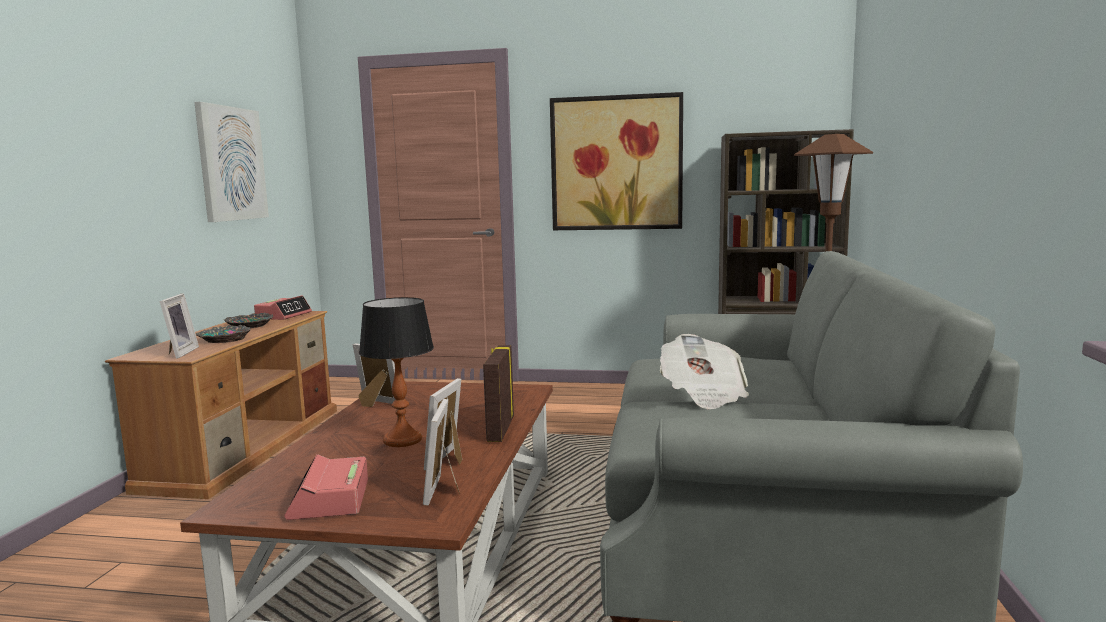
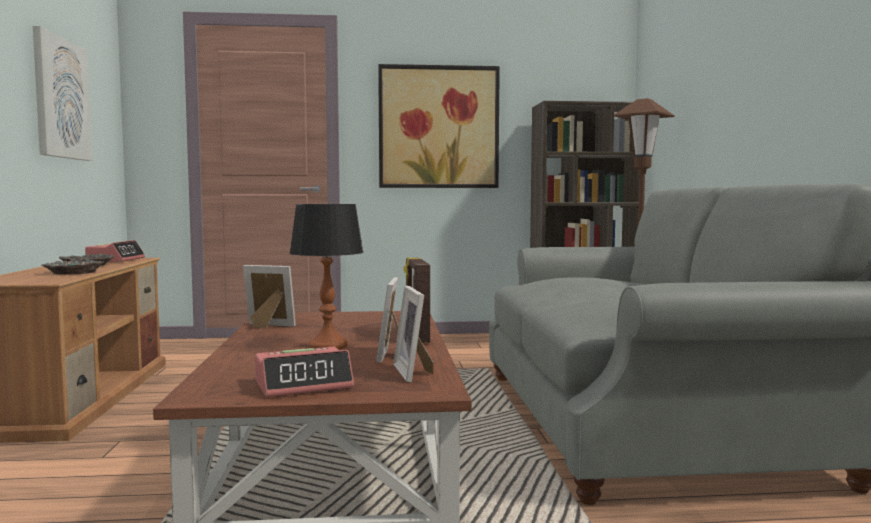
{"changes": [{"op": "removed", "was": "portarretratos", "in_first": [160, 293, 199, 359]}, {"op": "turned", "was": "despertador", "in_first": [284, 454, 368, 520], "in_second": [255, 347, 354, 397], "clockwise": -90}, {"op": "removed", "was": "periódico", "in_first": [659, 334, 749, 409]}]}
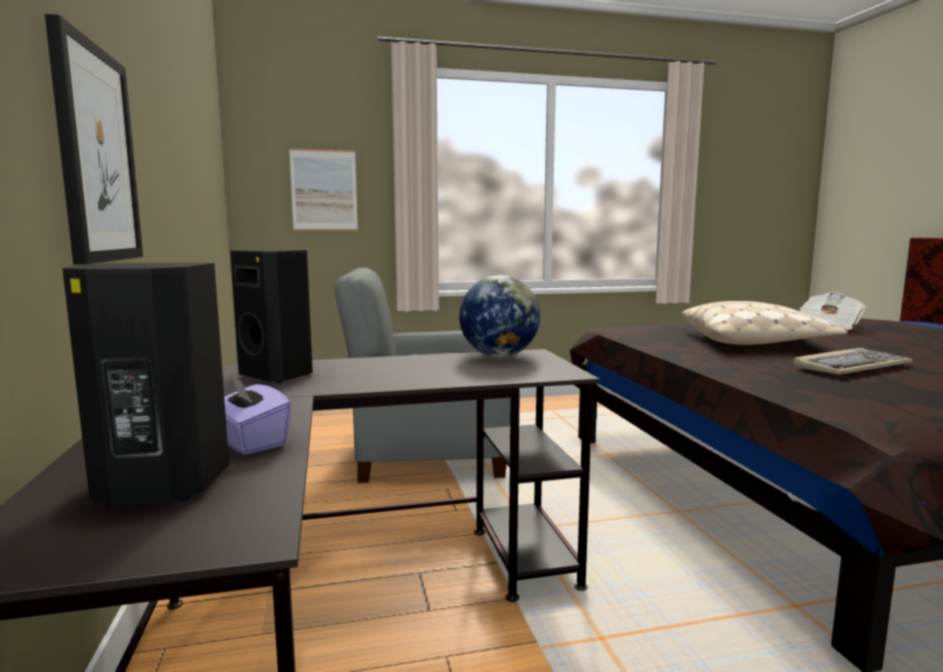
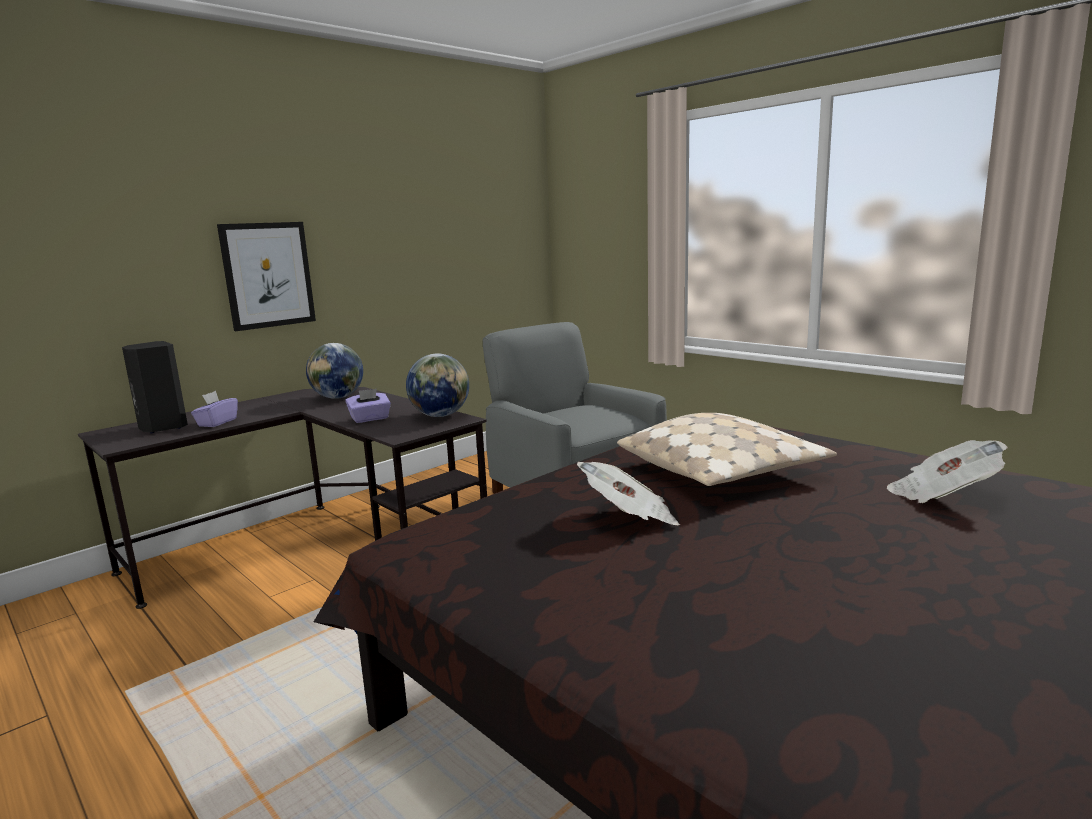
{"changes": [{"op": "replaced", "was": "altavoz/negro", "now": "globo terráqueo", "in_first": [230, 249, 313, 383], "in_second": [306, 343, 363, 399]}, {"op": "removed", "was": "cuadro", "in_first": [289, 148, 358, 231]}, {"op": "replaced", "was": "teclado", "now": "periódico", "in_first": [793, 348, 912, 375], "in_second": [577, 462, 680, 525]}, {"op": "added", "now": "caja de pañuelos/morado", "in_second": [345, 389, 391, 423]}]}
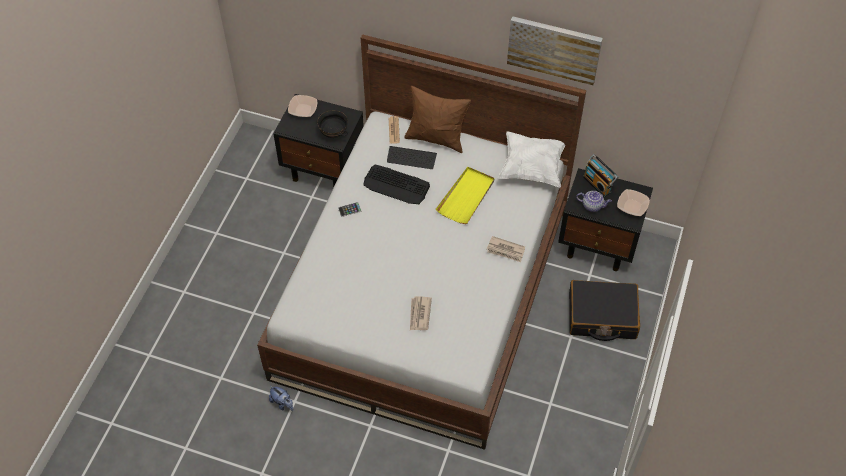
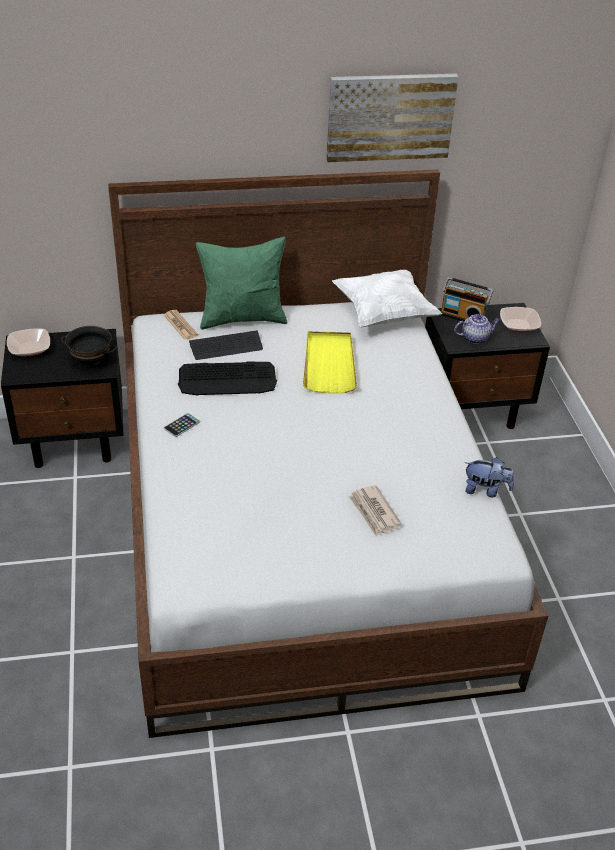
{"changes": [{"op": "moved", "was": "peluche", "in_first": [269, 386, 293, 411], "in_second": [464, 457, 514, 497]}, {"op": "recoloured", "was": "cojín/marrón", "now": "cojín/verde", "in_first": [404, 86, 471, 153], "in_second": [196, 236, 287, 330]}, {"op": "removed", "was": "periódico", "in_first": [487, 236, 525, 262]}, {"op": "removed", "was": "maleta/negro", "in_first": [569, 280, 640, 341]}]}
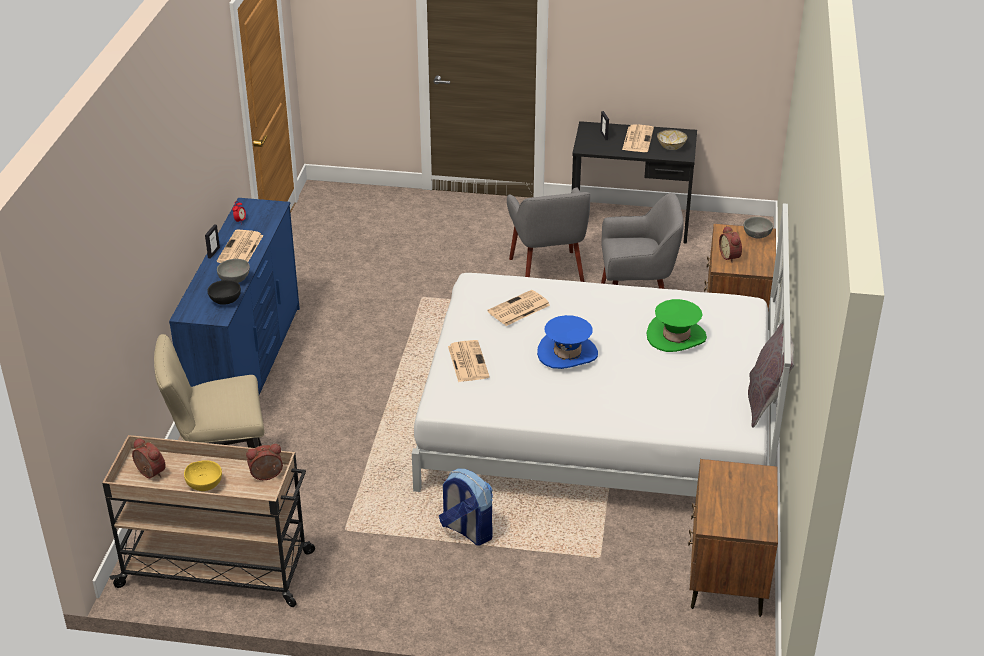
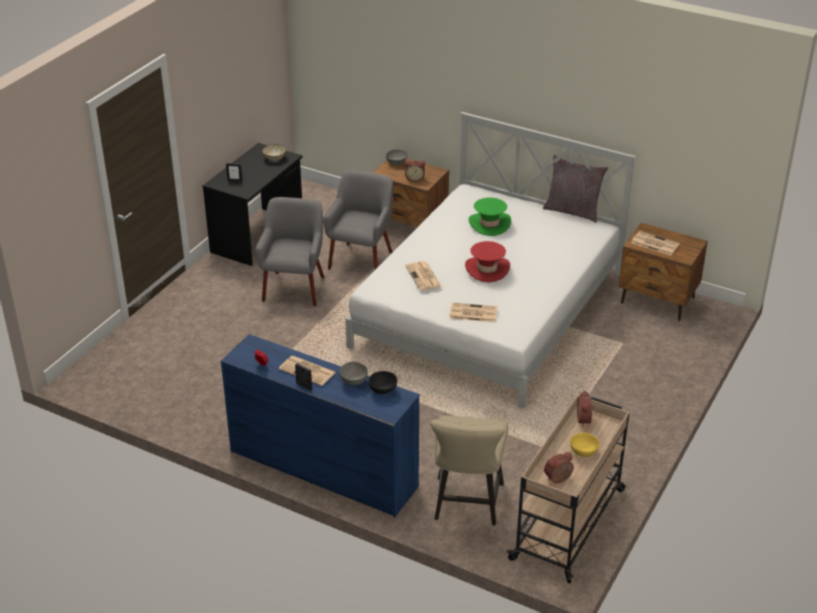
{"changes": [{"op": "removed", "was": "mochila", "in_first": [439, 468, 493, 545]}, {"op": "turned", "was": "sillón/gris", "in_first": [507, 188, 590, 282], "in_second": [255, 197, 324, 306], "clockwise": -90}, {"op": "recoloured", "was": "sombrero/azul", "now": "sombrero/rojo", "in_first": [537, 315, 598, 369], "in_second": [465, 241, 510, 283]}, {"op": "moved", "was": "periódico", "in_first": [622, 124, 654, 152], "in_second": [631, 231, 680, 255]}]}
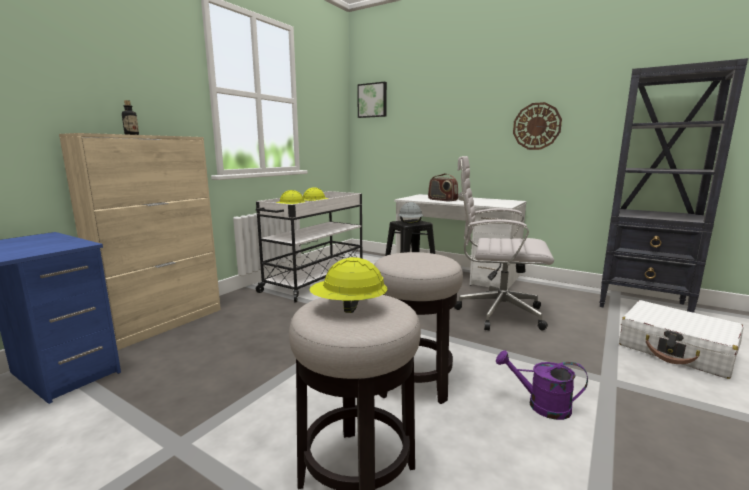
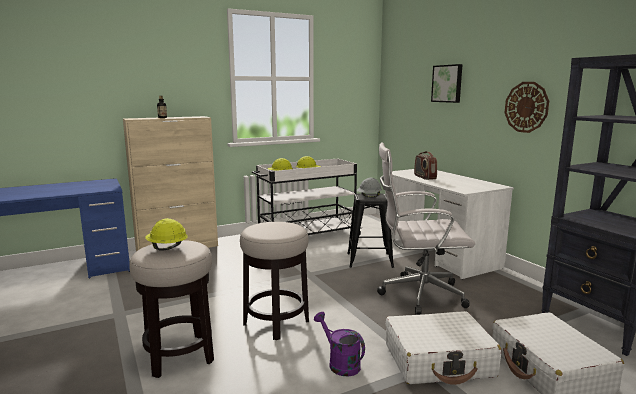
{"changes": [{"op": "moved", "was": "cuadro", "in_first": [357, 82, 387, 118], "in_second": [431, 64, 463, 103]}, {"op": "turned", "was": "silla de oficina/blanco", "in_first": [454, 156, 554, 331], "in_second": [377, 142, 475, 315], "clockwise": -45}, {"op": "added", "now": "maleta/blanco", "in_second": [386, 311, 501, 385]}]}
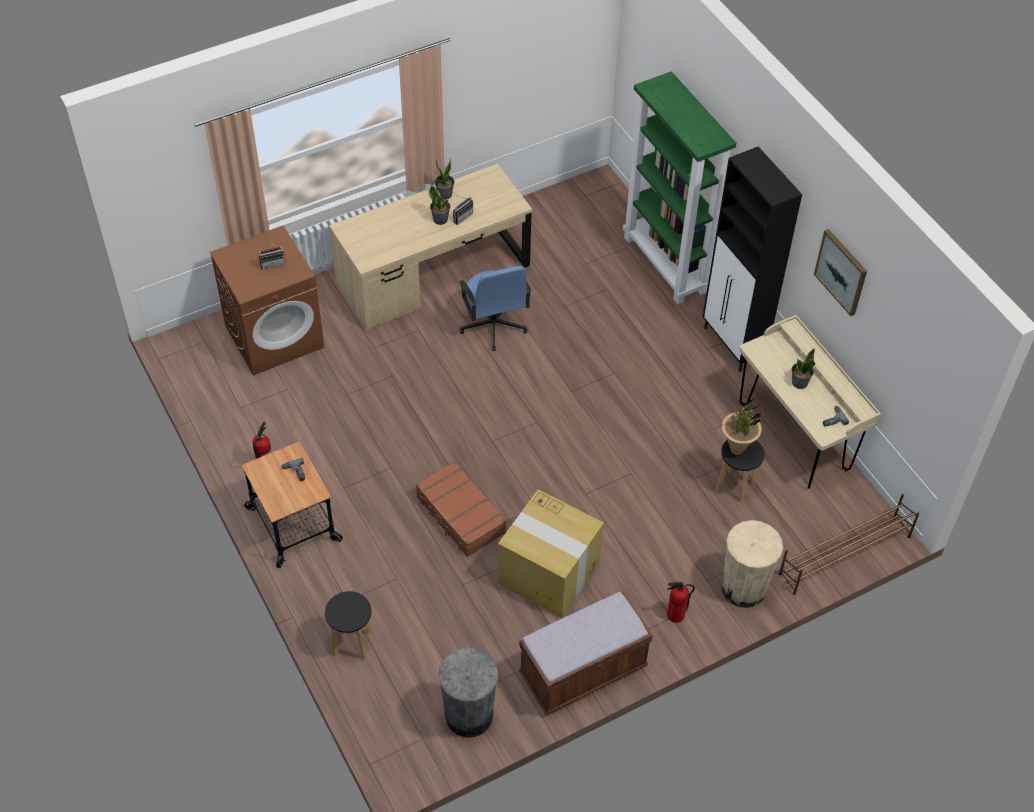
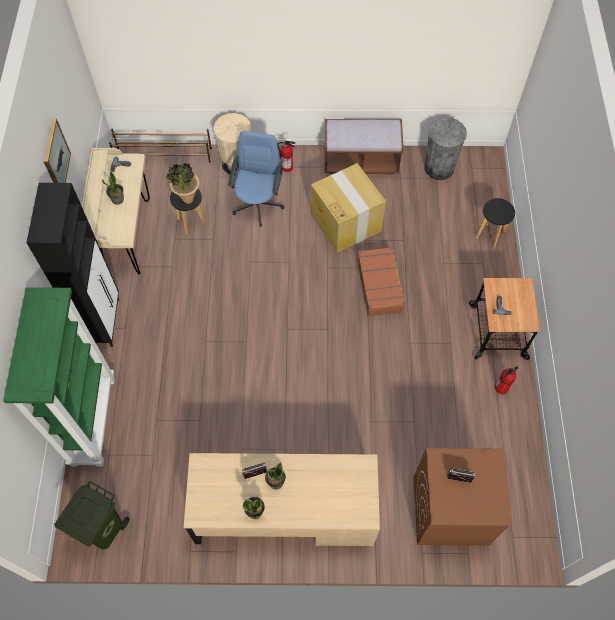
{"changes": [{"op": "moved", "was": "silla de oficina/azul", "in_first": [459, 266, 531, 351], "in_second": [228, 131, 285, 227]}, {"op": "added", "now": "papelera/verde", "in_second": [54, 481, 130, 550]}]}
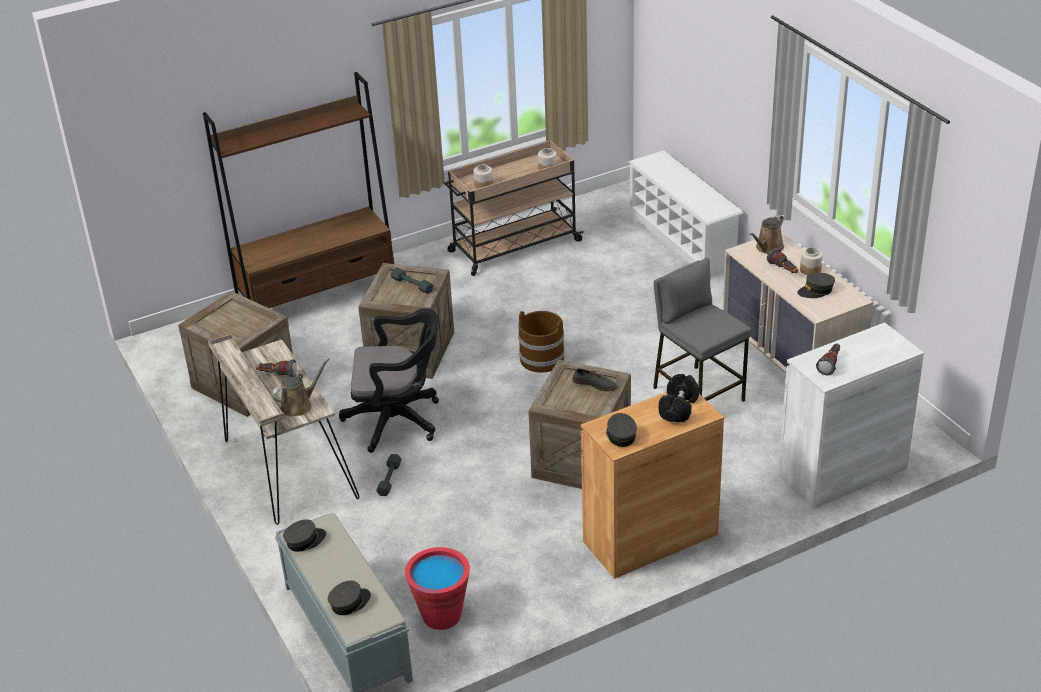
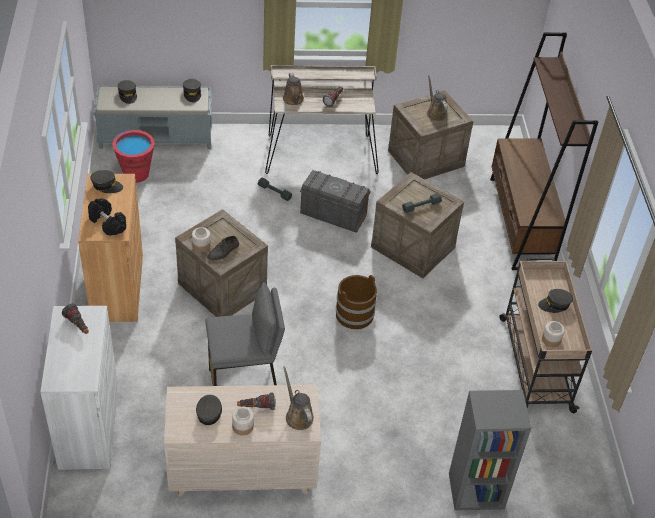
{"changes": [{"op": "replaced", "was": "silla de oficina/negro", "now": "caja de almacenaje/gris", "in_first": [339, 308, 439, 453], "in_second": [300, 170, 371, 233]}, {"op": "moved", "was": "tarro", "in_first": [473, 164, 493, 189], "in_second": [192, 227, 211, 252]}, {"op": "replaced", "was": "zapatero/blanco", "now": "estantería/gris", "in_first": [629, 150, 744, 278], "in_second": [449, 390, 531, 510]}, {"op": "added", "now": "regadera/marrón", "in_second": [427, 75, 448, 121]}, {"op": "added", "now": "gorra/gris", "in_second": [538, 289, 573, 313]}]}
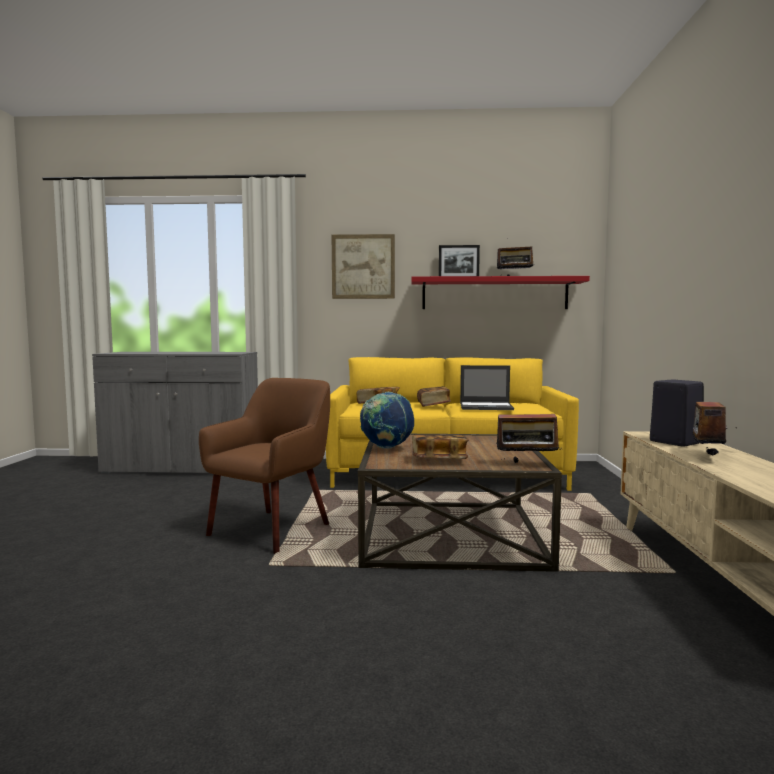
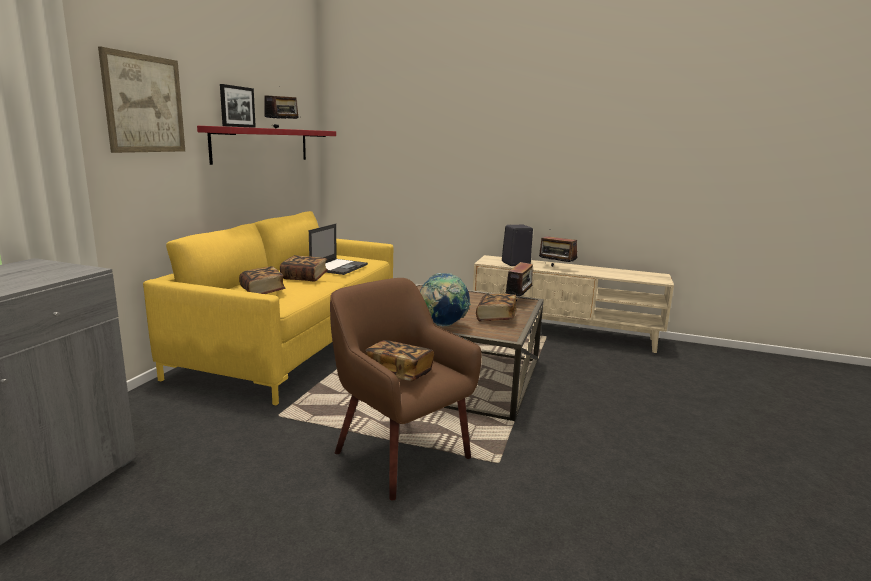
{"changes": [{"op": "added", "now": "libro", "in_second": [365, 340, 434, 381]}]}
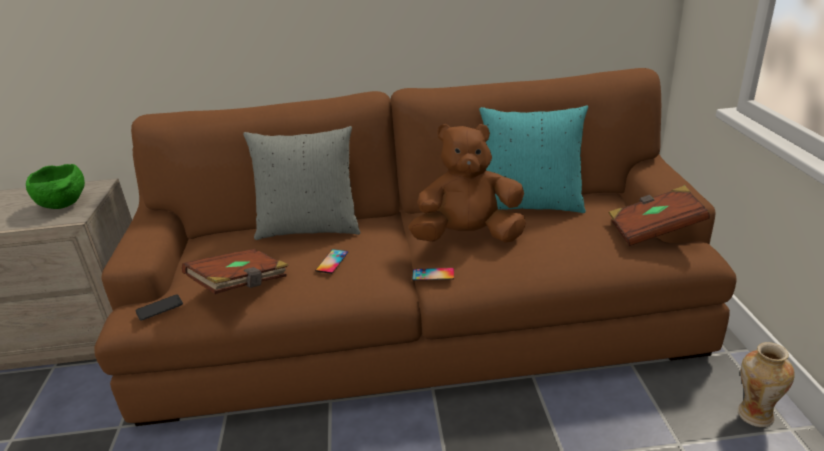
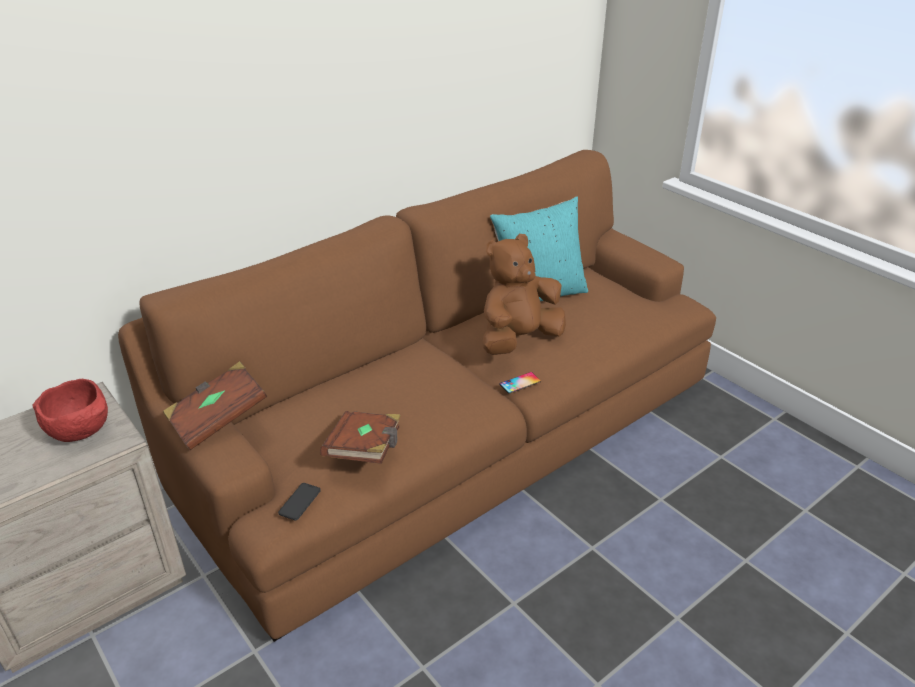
{"changes": [{"op": "recoloured", "was": "cuenco/verde", "now": "cuenco/rojo", "in_first": [26, 164, 85, 209], "in_second": [33, 379, 108, 442]}, {"op": "removed", "was": "cojín/gris", "in_first": [243, 126, 360, 240]}, {"op": "removed", "was": "móvil", "in_first": [315, 249, 348, 274]}, {"op": "moved", "was": "libro/marrón", "in_first": [609, 185, 710, 246], "in_second": [163, 361, 267, 450]}, {"op": "removed", "was": "florero", "in_first": [738, 342, 795, 427]}]}
